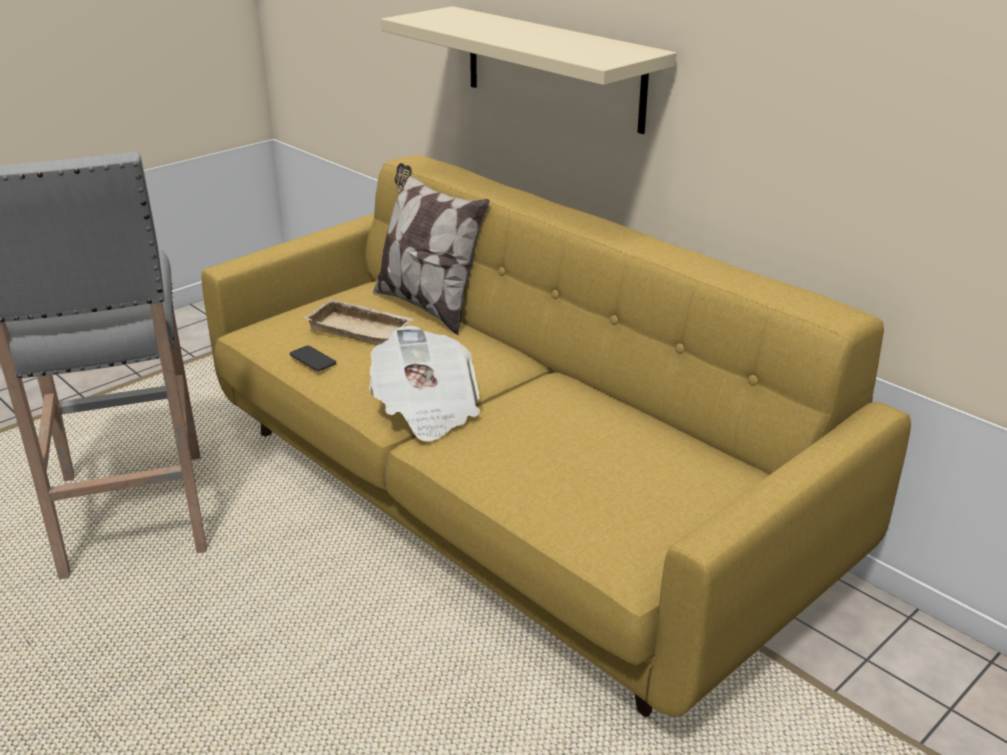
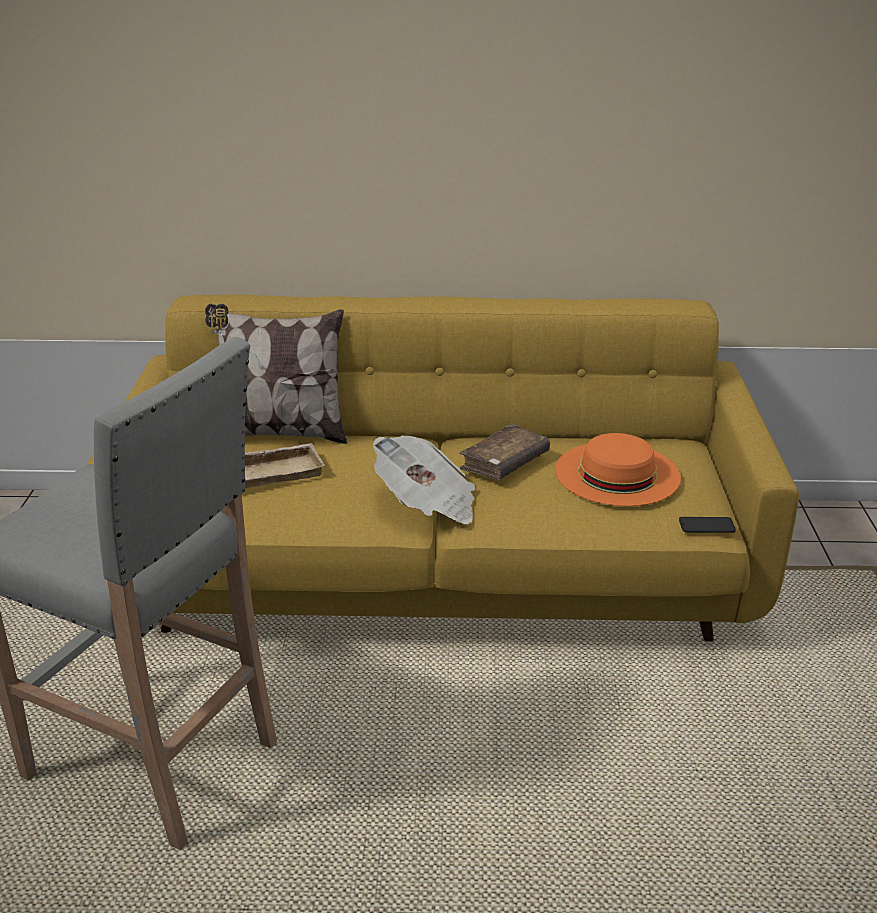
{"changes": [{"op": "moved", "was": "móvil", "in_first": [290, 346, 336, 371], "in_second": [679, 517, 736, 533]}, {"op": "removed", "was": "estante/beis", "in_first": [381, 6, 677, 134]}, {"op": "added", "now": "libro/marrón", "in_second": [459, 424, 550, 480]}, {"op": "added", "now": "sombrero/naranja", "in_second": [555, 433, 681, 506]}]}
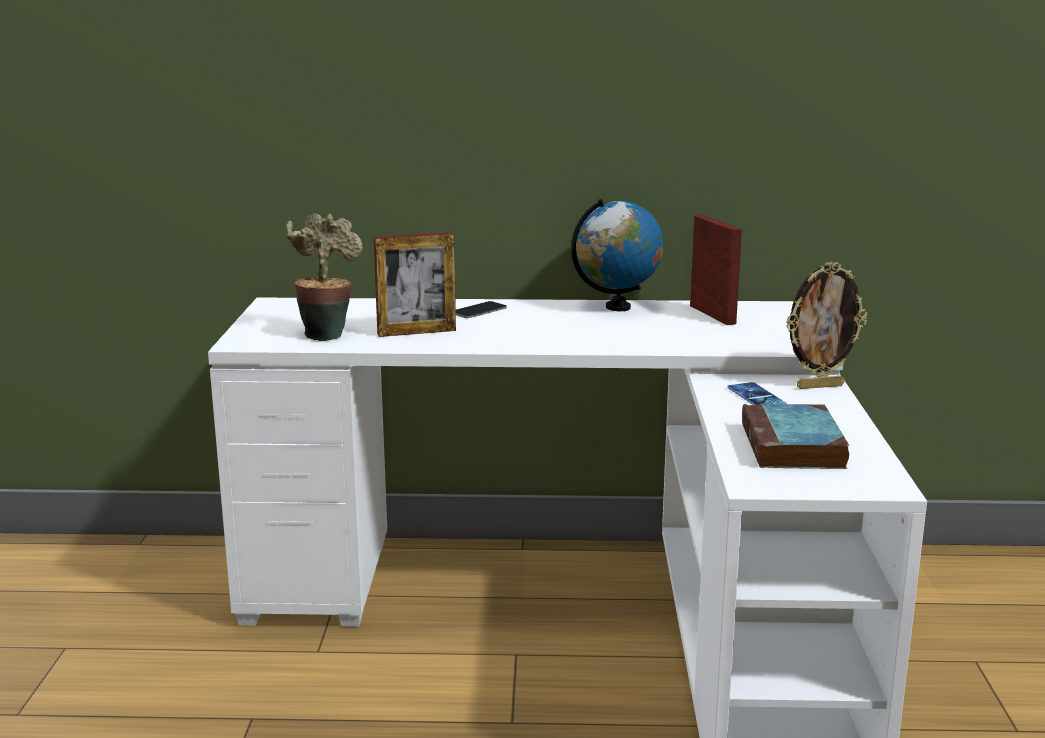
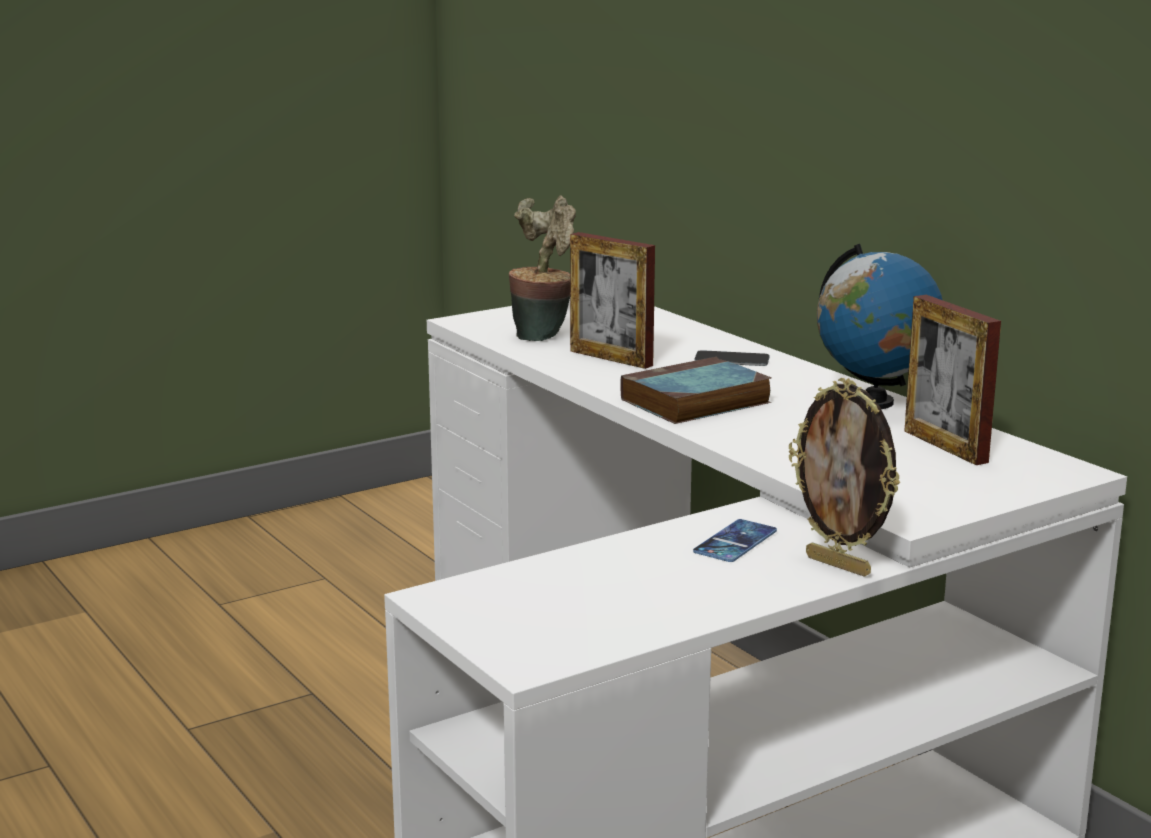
{"changes": [{"op": "turned", "was": "portarretratos", "in_first": [690, 215, 742, 325], "in_second": [904, 295, 1001, 465], "clockwise": 120}, {"op": "moved", "was": "libro", "in_first": [742, 404, 849, 469], "in_second": [621, 357, 771, 424]}]}
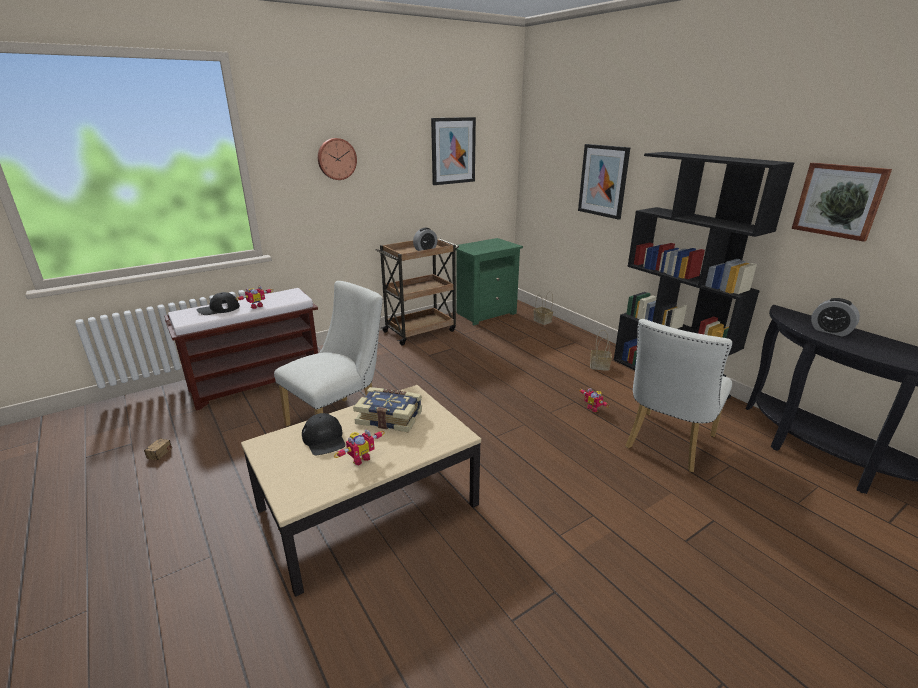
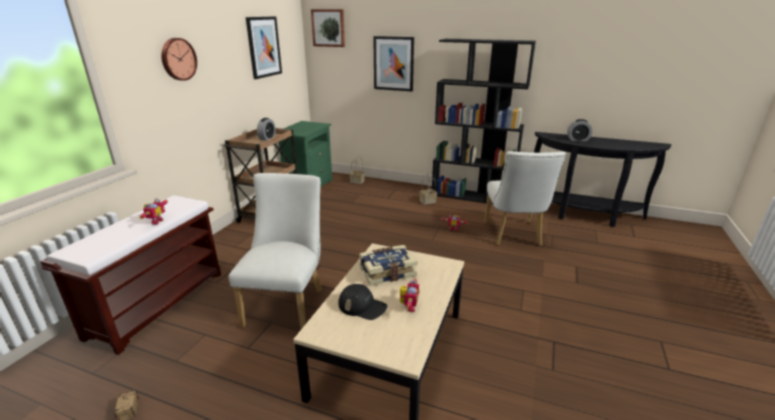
{"changes": [{"op": "removed", "was": "gorra/negro", "in_first": [197, 292, 240, 315]}, {"op": "moved", "was": "cuadro", "in_first": [792, 163, 892, 242], "in_second": [311, 9, 345, 47]}]}
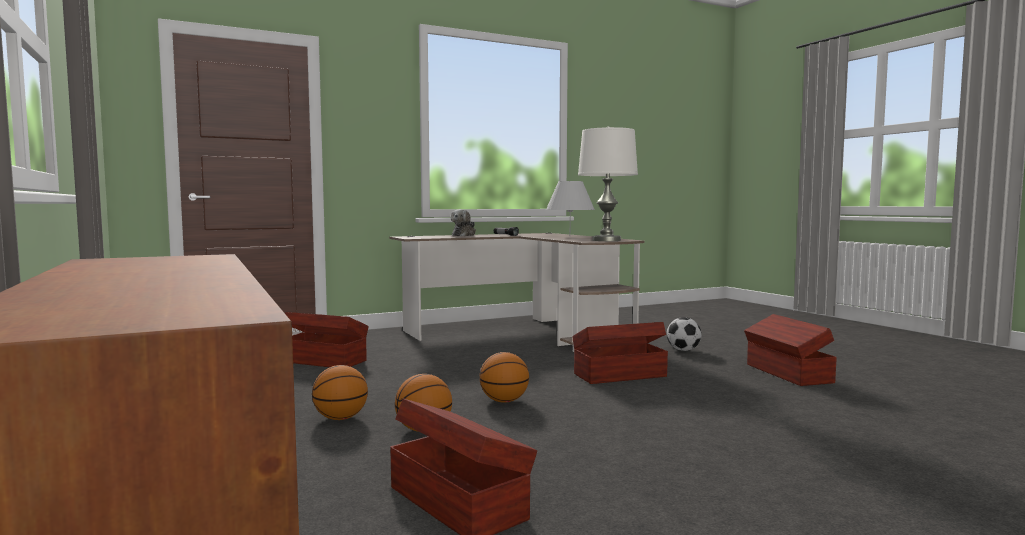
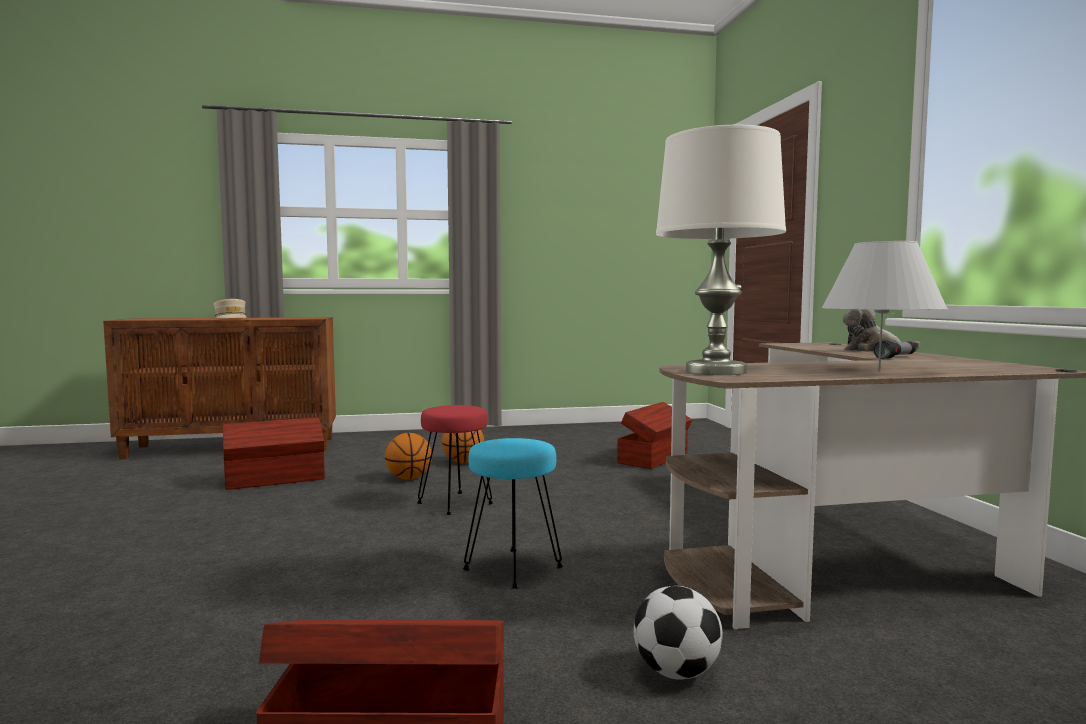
{"changes": [{"op": "replaced", "was": "balón de baloncesto", "now": "taburete/rojo", "in_first": [479, 352, 529, 403], "in_second": [417, 405, 493, 515]}, {"op": "replaced", "was": "caja de almacenaje/marrón", "now": "taburete/turquesa", "in_first": [572, 322, 668, 384], "in_second": [463, 438, 563, 589]}, {"op": "added", "now": "gorra/beis", "in_second": [214, 299, 247, 318]}]}
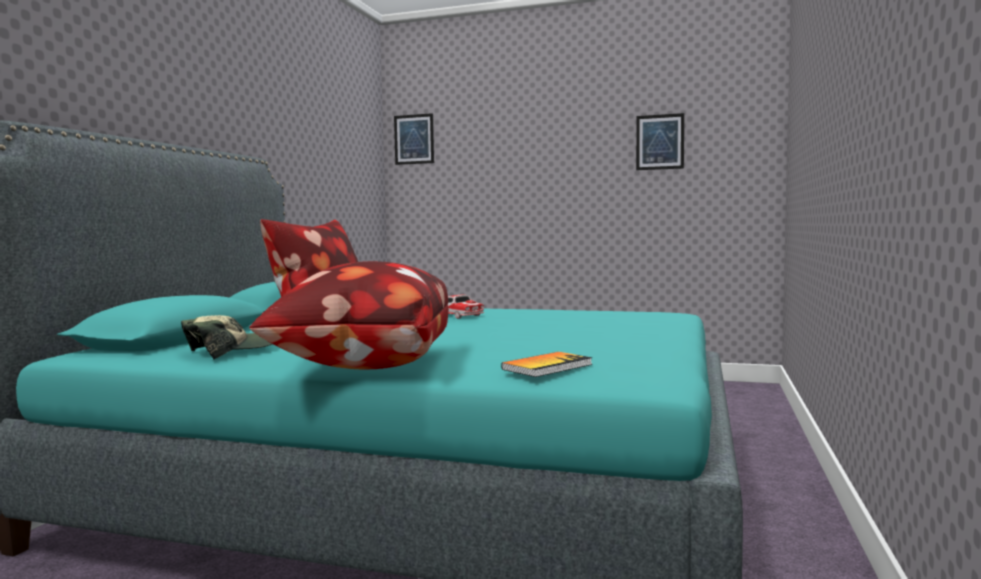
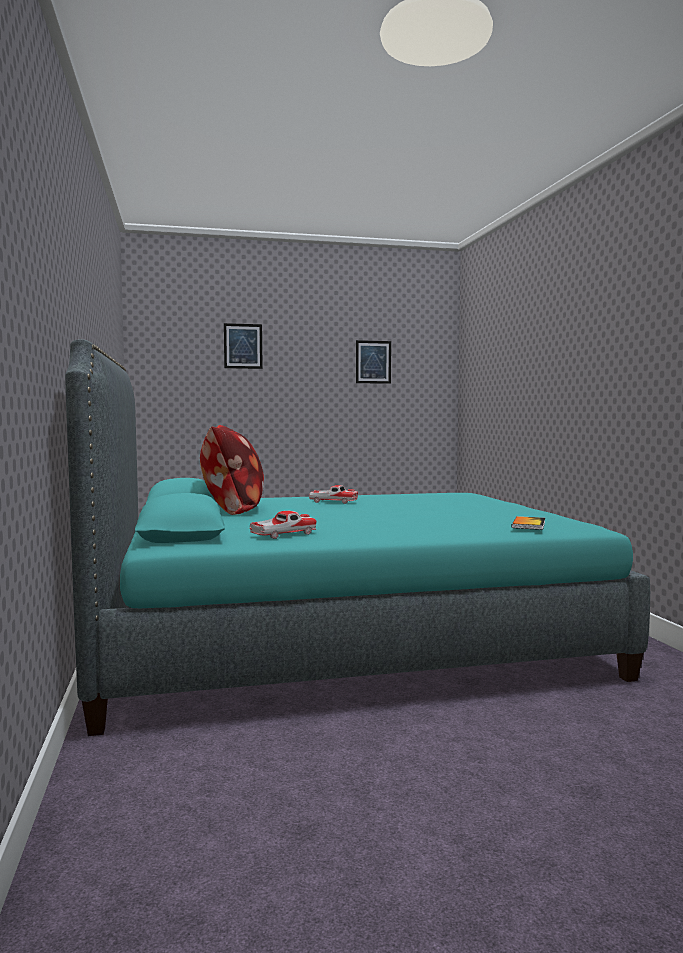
{"changes": [{"op": "replaced", "was": "gorra", "now": "coche de juguete", "in_first": [181, 315, 272, 360], "in_second": [249, 511, 317, 539]}, {"op": "removed", "was": "cojín", "in_first": [249, 261, 449, 370]}, {"op": "moved", "was": "cuadro", "in_first": [394, 113, 434, 165], "in_second": [224, 323, 263, 369]}]}
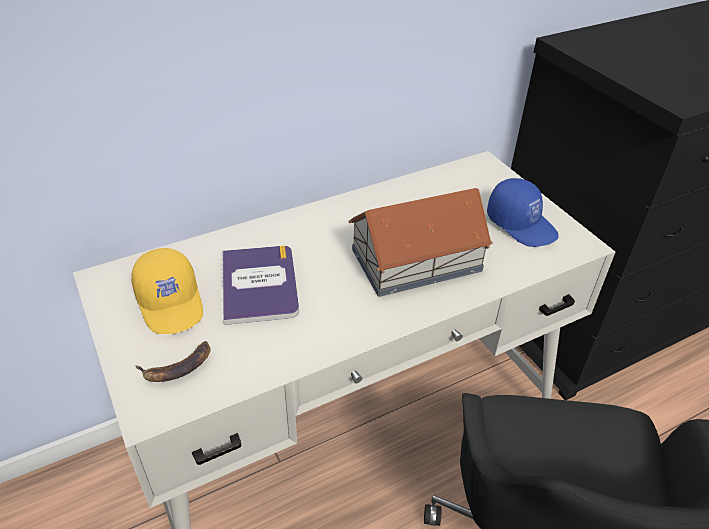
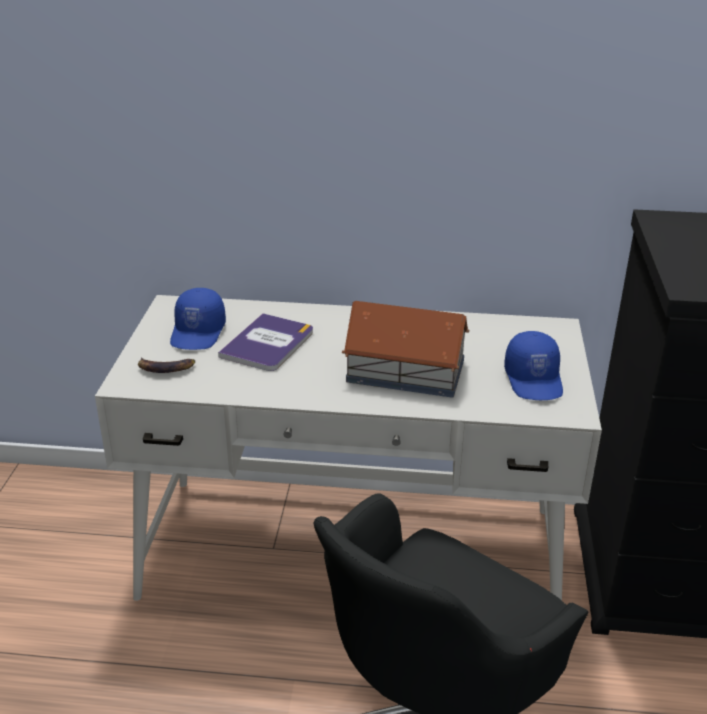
{"changes": [{"op": "recoloured", "was": "gorra/amarillo", "now": "gorra/azul", "in_first": [132, 248, 203, 334], "in_second": [170, 288, 226, 350]}]}
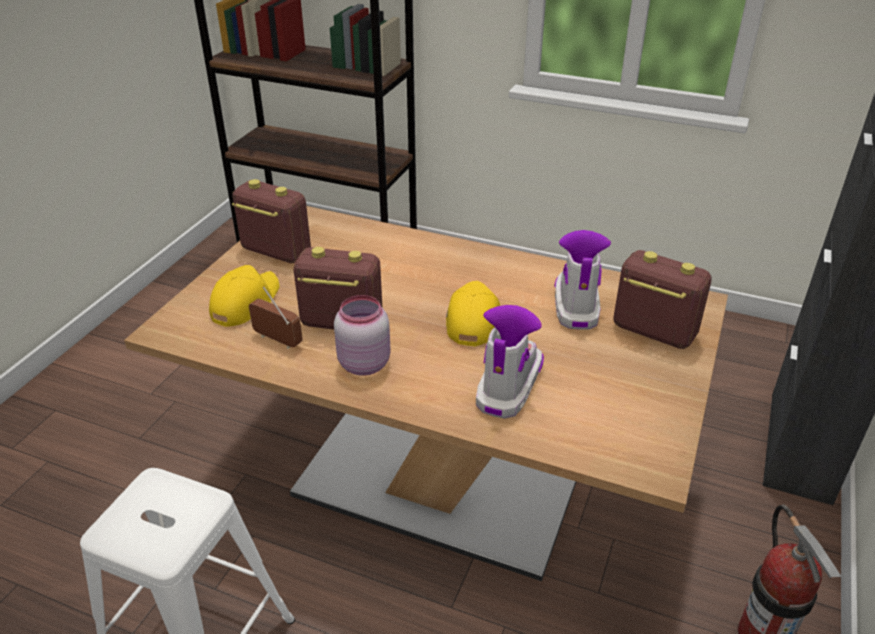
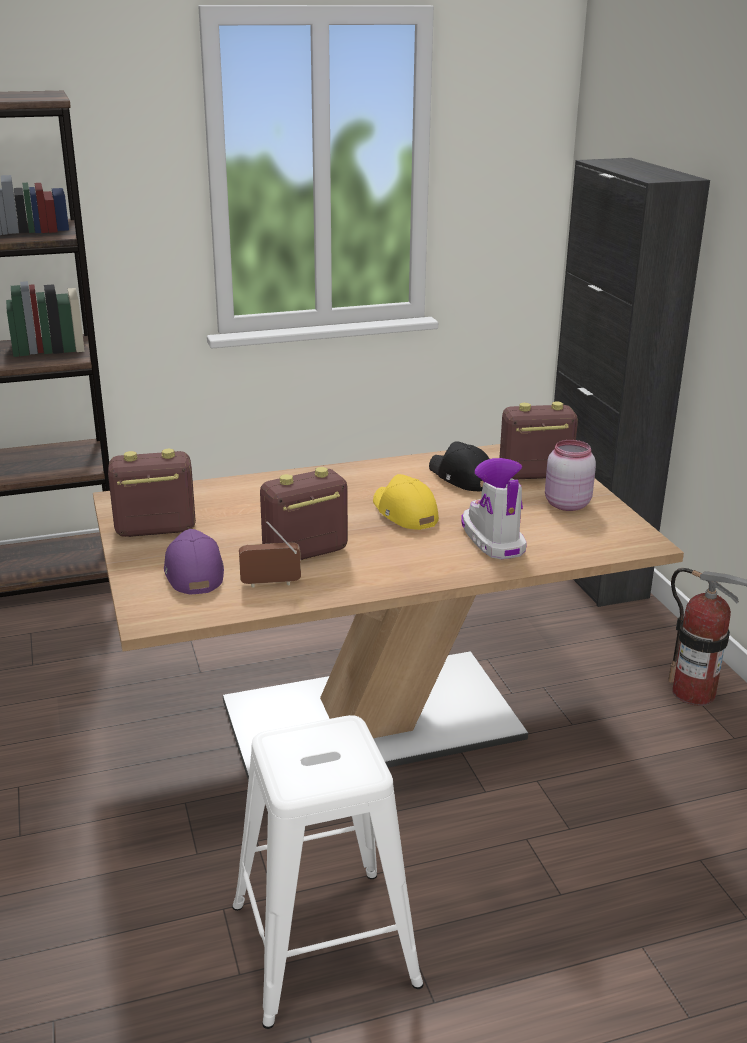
{"changes": [{"op": "recoloured", "was": "gorra/amarillo", "now": "gorra/morado", "in_first": [209, 265, 280, 327], "in_second": [164, 529, 224, 595]}, {"op": "moved", "was": "tarro/rosa", "in_first": [334, 295, 391, 376], "in_second": [545, 440, 596, 511]}, {"op": "replaced", "was": "bota", "now": "gorra/negro", "in_first": [554, 230, 611, 330], "in_second": [429, 441, 489, 491]}]}
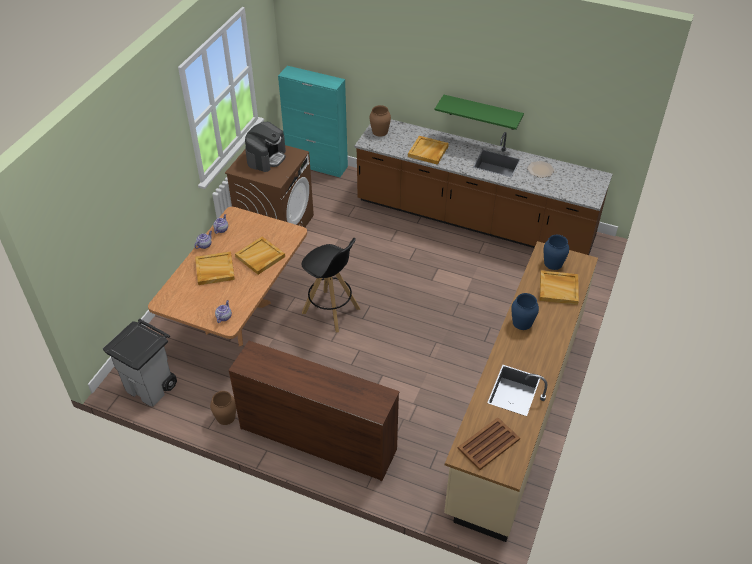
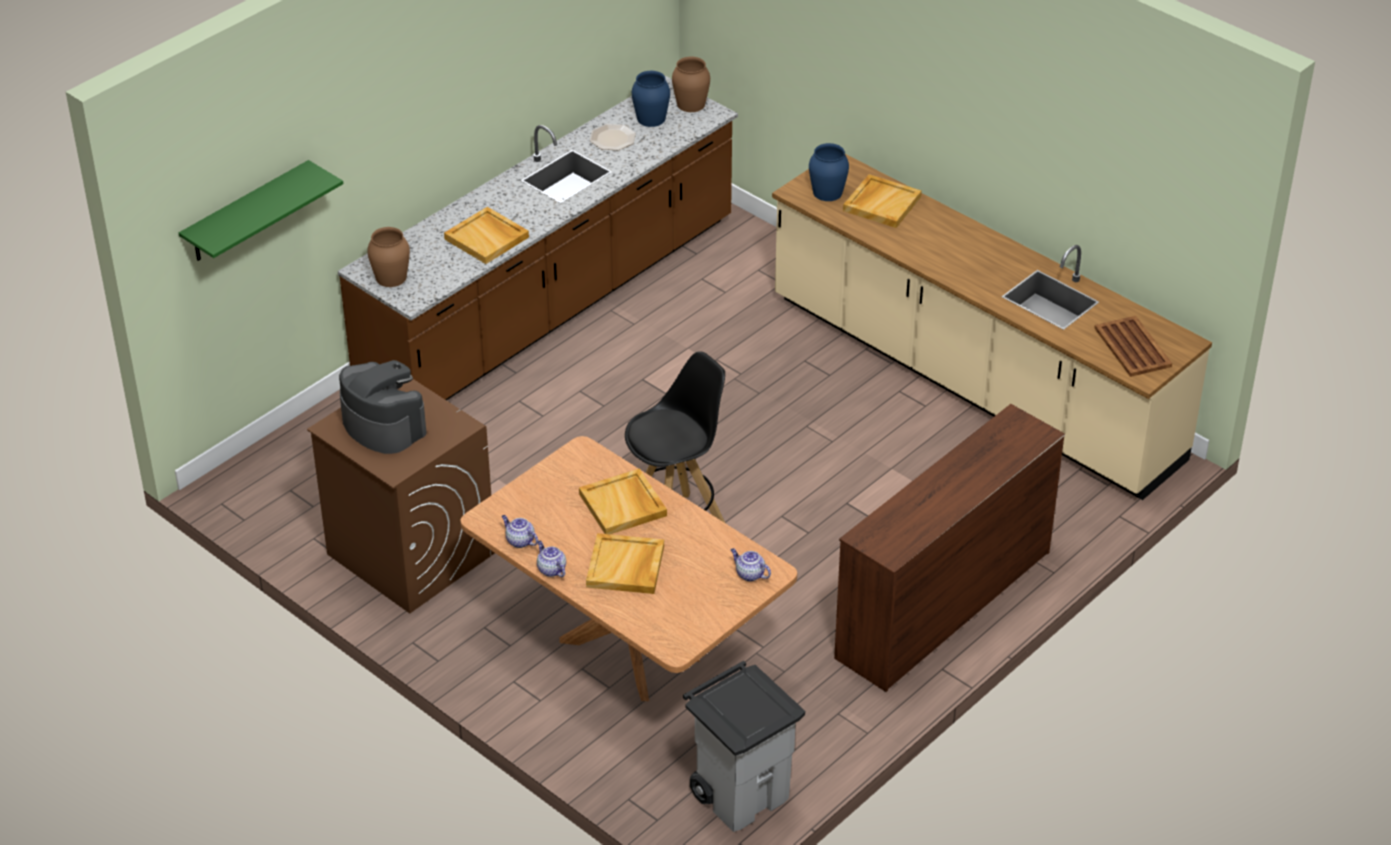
{"changes": [{"op": "moved", "was": "florero/marrón", "in_first": [210, 391, 236, 425], "in_second": [672, 56, 710, 112]}, {"op": "removed", "was": "armario/turquesa", "in_first": [278, 66, 348, 177]}, {"op": "moved", "was": "estante/verde", "in_first": [435, 95, 524, 130], "in_second": [179, 160, 343, 261]}, {"op": "moved", "was": "florero/azul", "in_first": [511, 293, 539, 330], "in_second": [632, 71, 670, 127]}]}
